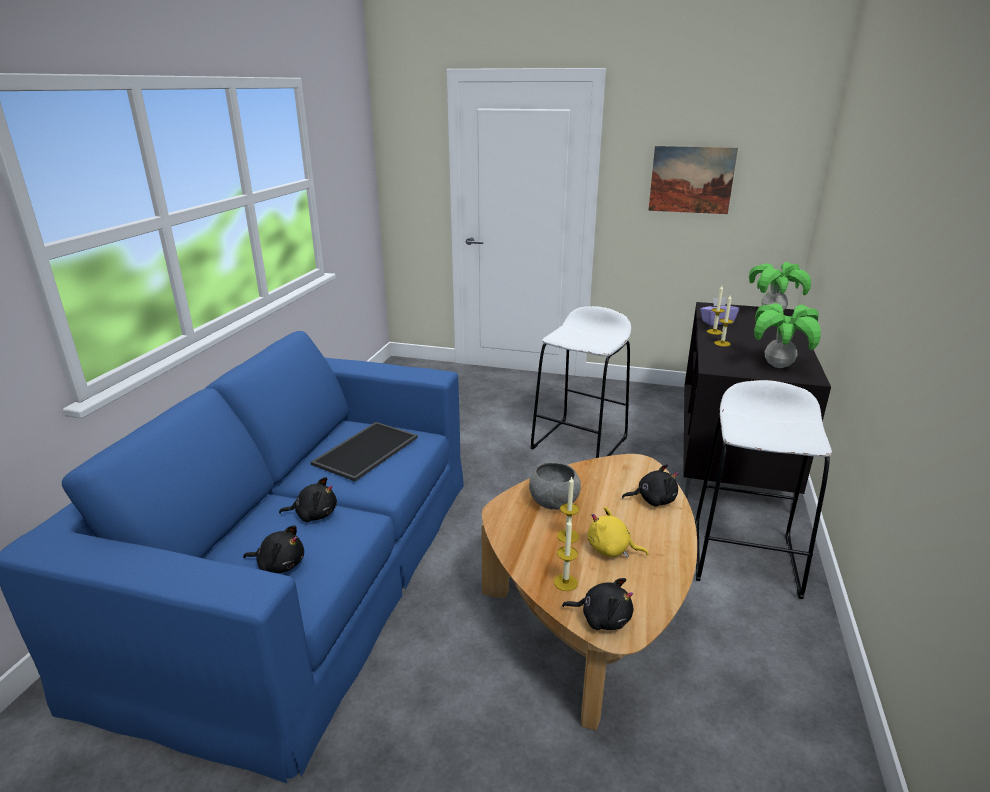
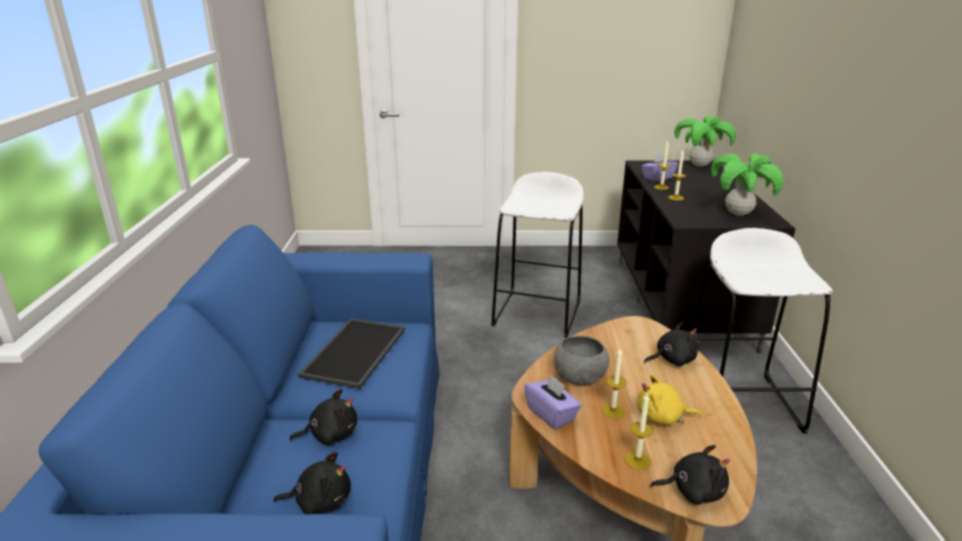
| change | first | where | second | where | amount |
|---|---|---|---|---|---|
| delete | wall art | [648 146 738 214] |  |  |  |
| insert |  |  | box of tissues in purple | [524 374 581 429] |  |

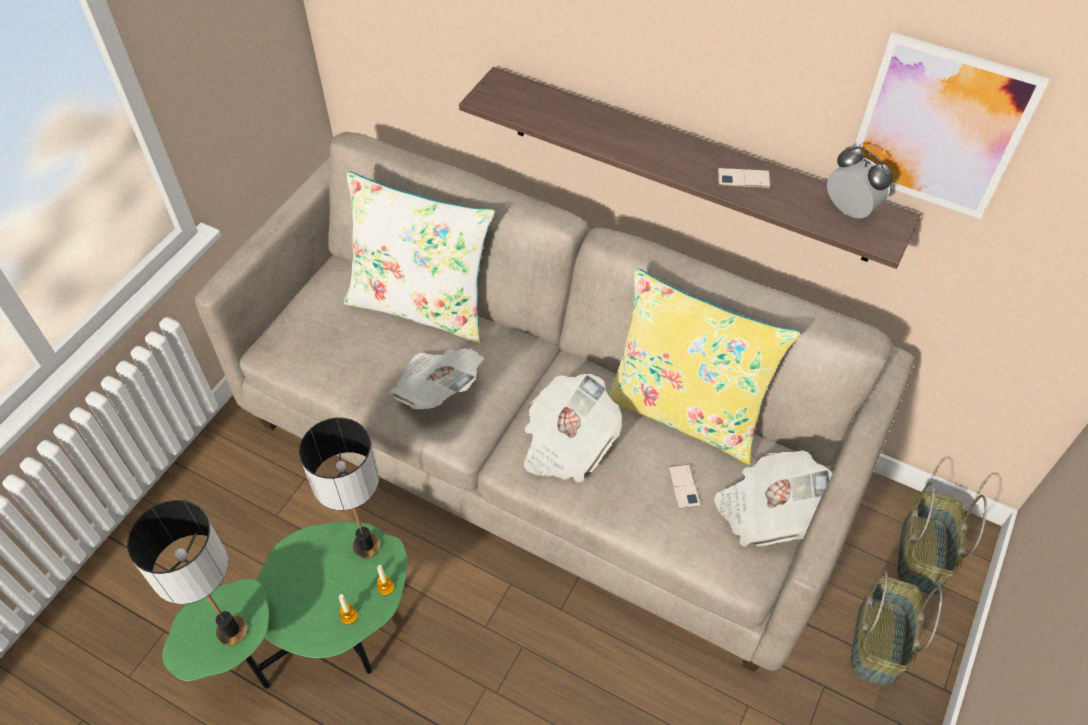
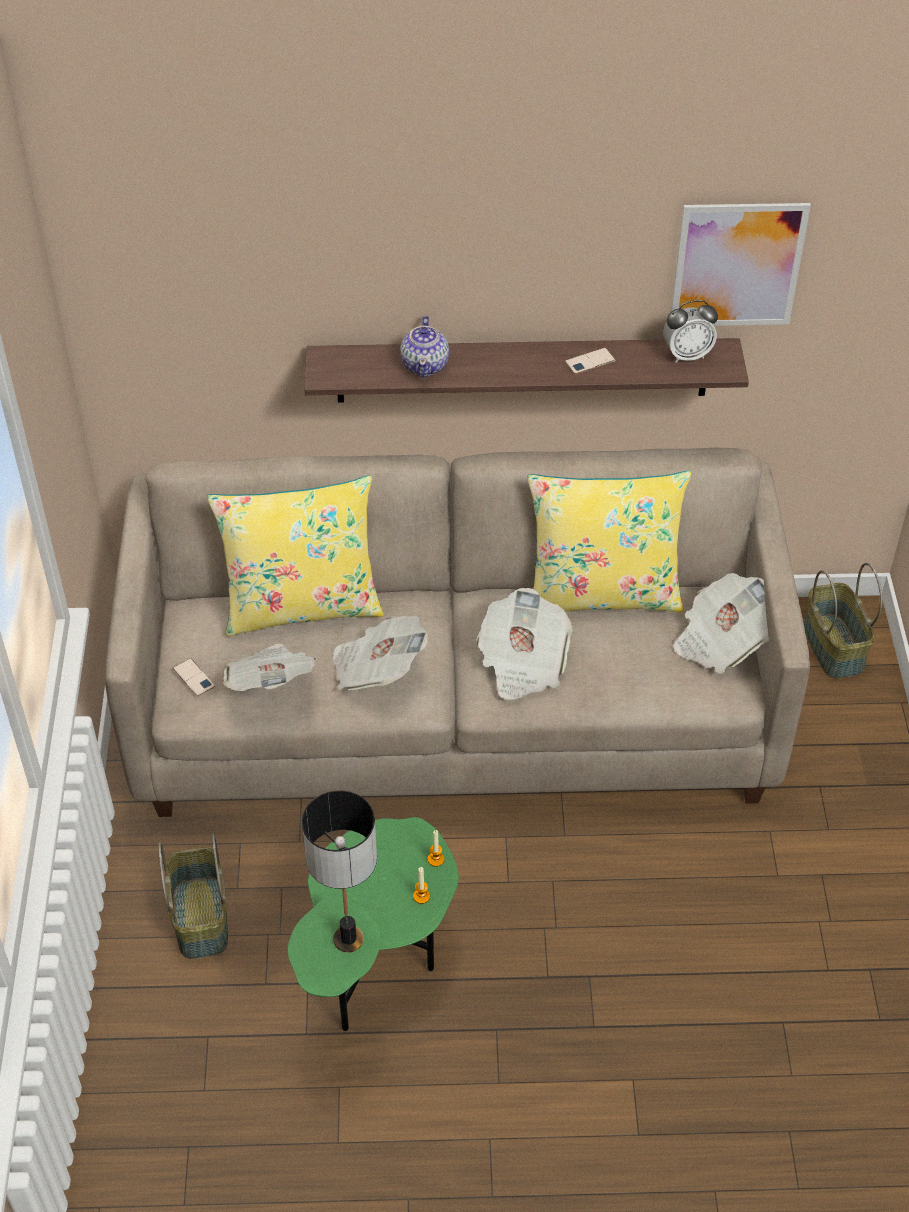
| change | first | where | second | where | amount |
|---|---|---|---|---|---|
| delete | tabletop lamp | [299 418 380 558] |  |  |  |
| recolor | throw pillow in whitish | [344 171 495 344] | throw pillow in yellow-coloured | [207 475 384 636] |  |
| move | telephone | [669 464 700 509] |  | [173 658 215 697] |  |
| rotate | alarm clock | [827 147 893 218] |  | [663 300 718 363] | 150 degrees clockwise |
| move | household basket | [851 570 942 687] |  | [158 834 228 959] |  |
| insert |  |  | printed paper | [223 644 317 691] |  |
| insert |  |  | pot for tea | [400 316 449 378] |  |

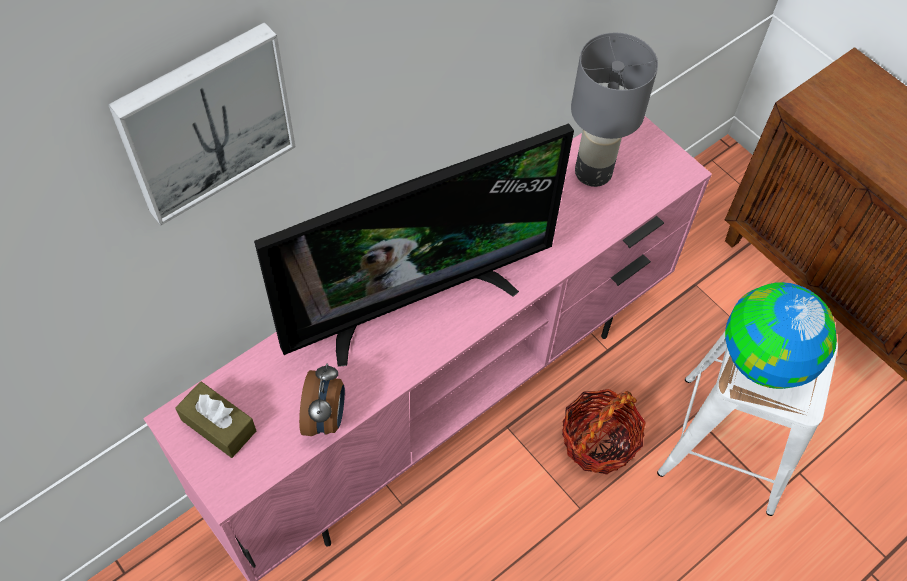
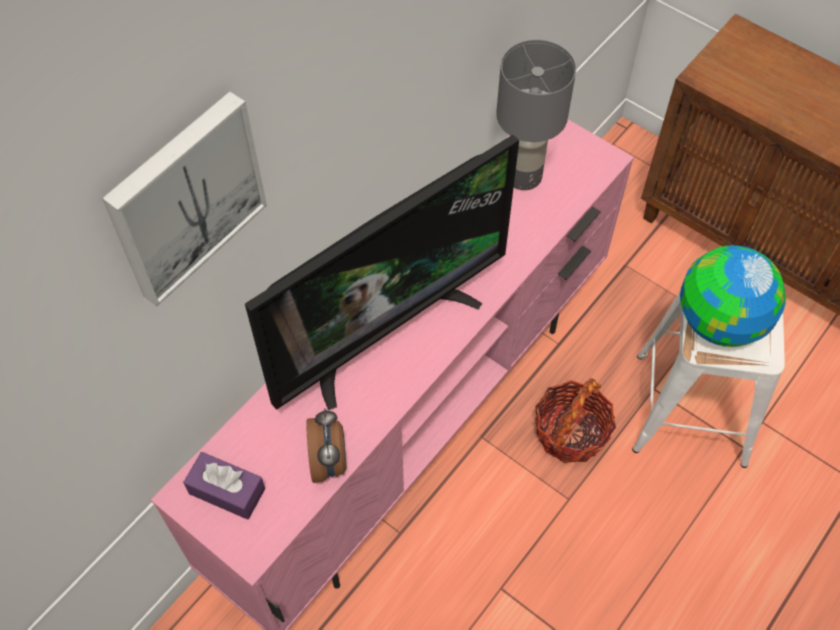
| change | first | where | second | where | amount |
|---|---|---|---|---|---|
| recolor | box of tissues in brown-coloured | [175 381 256 458] | box of tissues in purple | [183 452 265 520] |  |

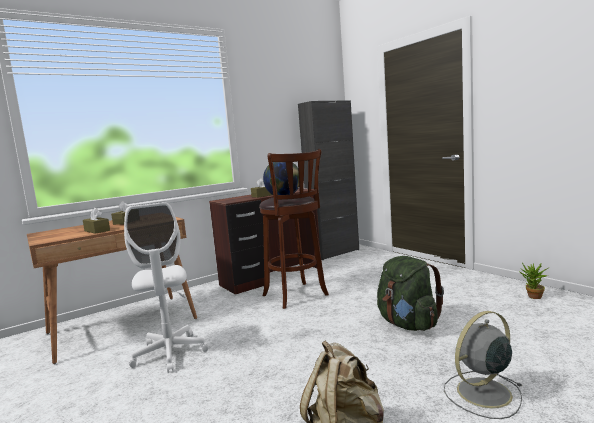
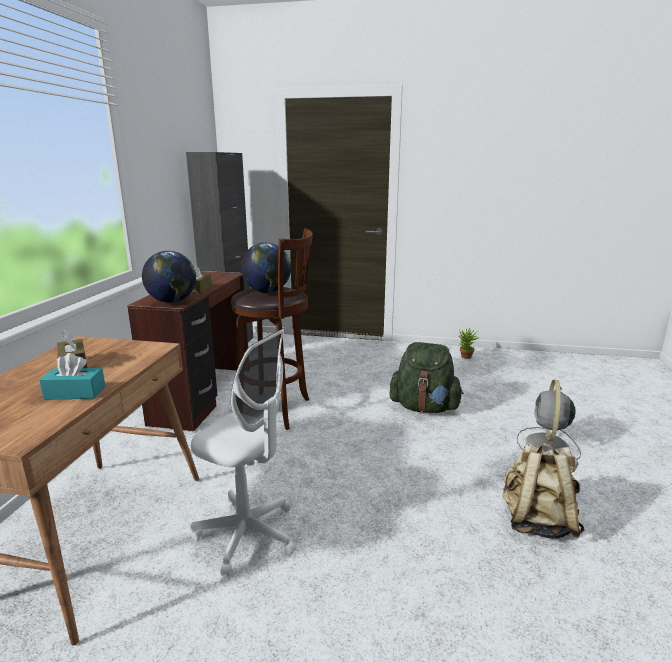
| change | first | where | second | where | amount |
|---|---|---|---|---|---|
| recolor | box of tissues in brown-coloured | [83 208 110 234] | box of tissues in blue-green | [39 353 106 400] |  |
| insert |  |  | desk globe | [142 251 196 303] |  |

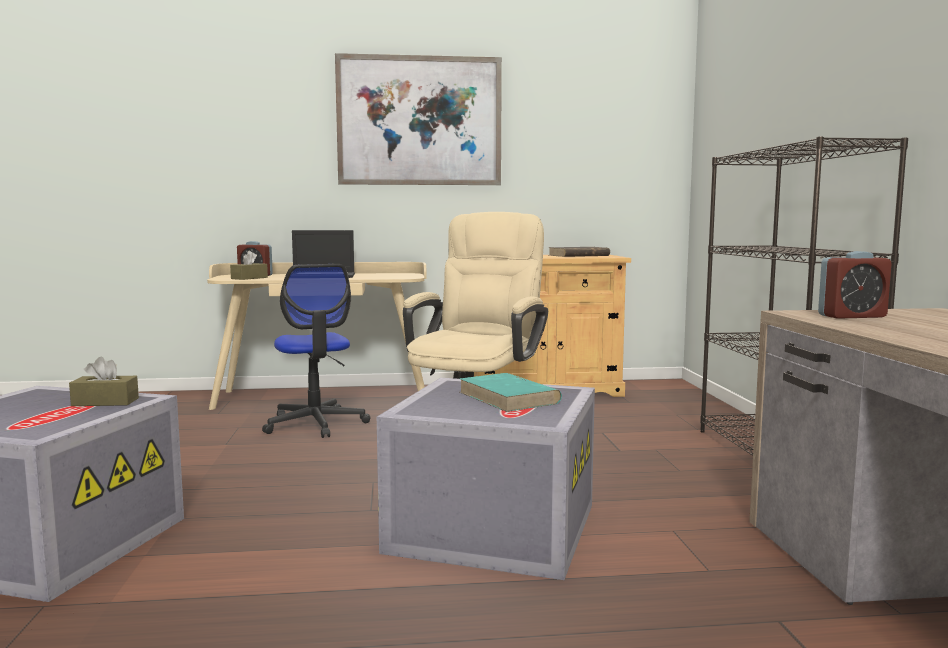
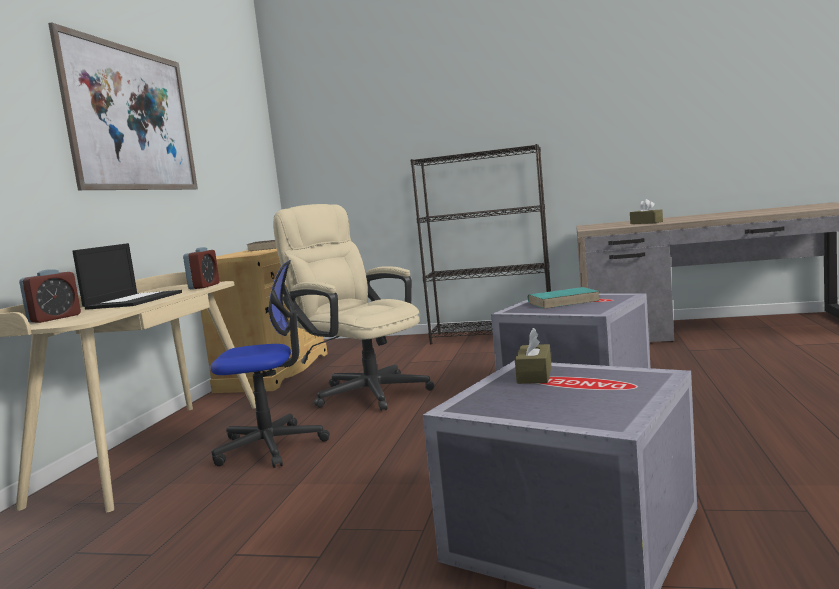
| change | first | where | second | where | amount |
|---|---|---|---|---|---|
| move | box of tissues in brown-coloured | [230 251 268 280] |  | [630 199 663 224] |  |
| move | alarm clock | [818 251 892 319] |  | [183 247 220 289] |  |

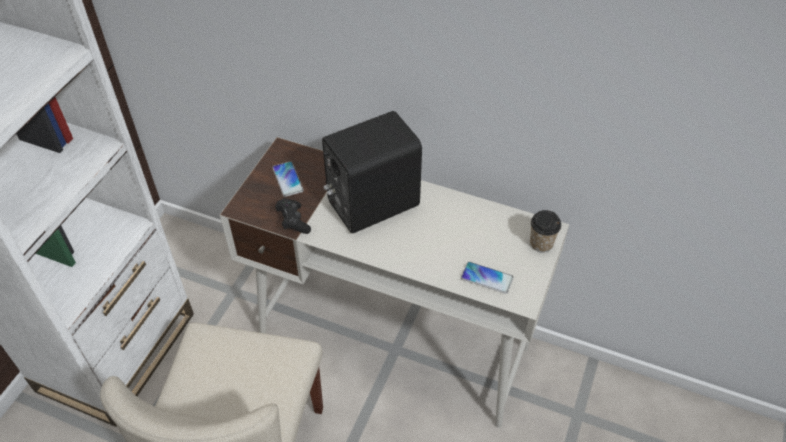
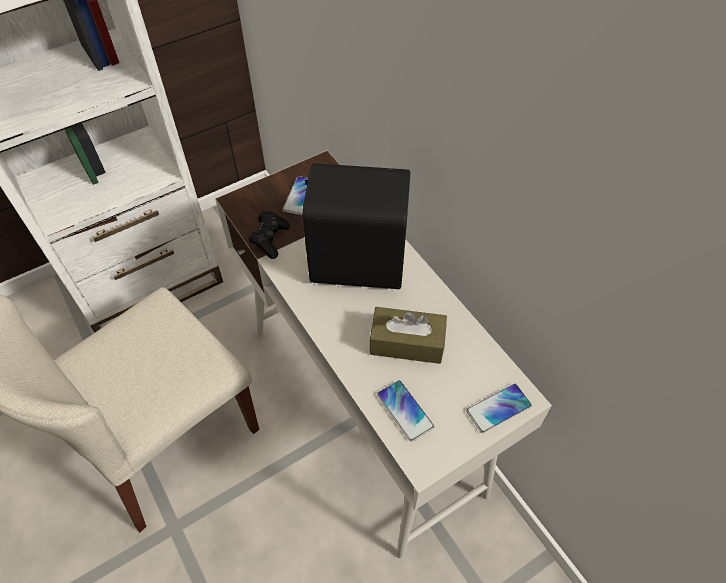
| change | first | where | second | where | amount |
|---|---|---|---|---|---|
| replace | small cup | [530 210 561 253] | telephone | [466 384 532 433] |  |
| insert |  |  | box of tissues in brown-coloured | [370 307 447 364] |  |

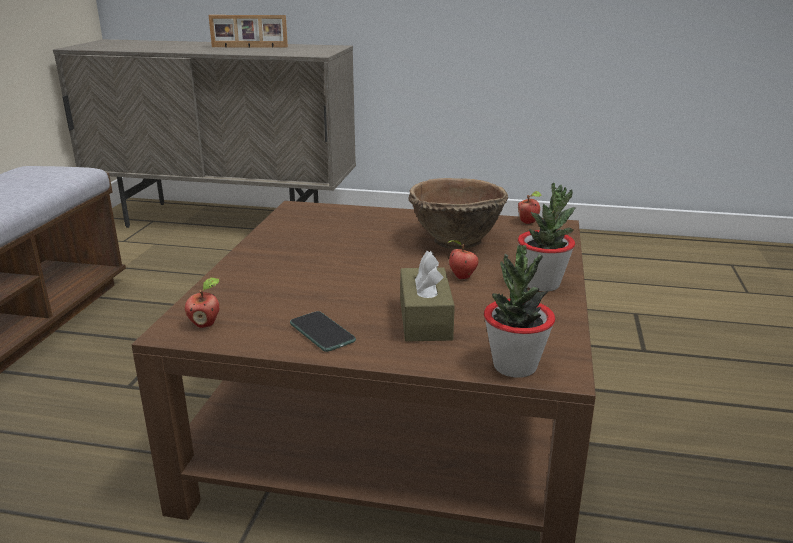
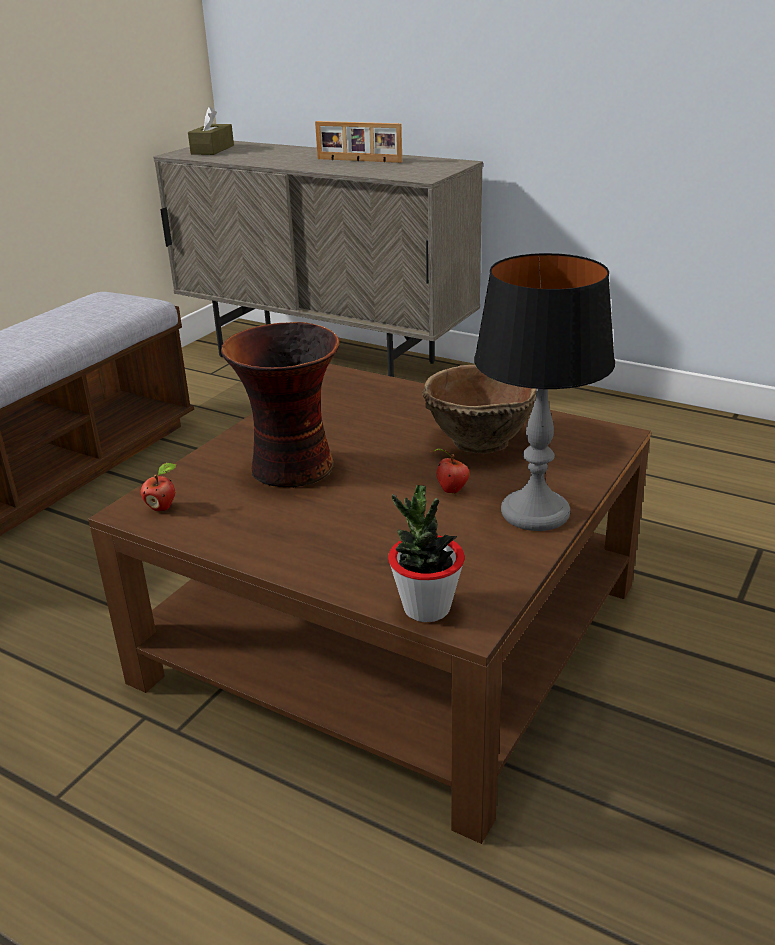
| change | first | where | second | where | amount |
|---|---|---|---|---|---|
| delete | telephone | [290 311 356 352] |  |  |  |
| move | box of tissues in brown-coloured | [400 251 455 342] |  | [188 106 234 155] |  |
| replace | houseplant | [518 183 576 291] | tabletop lamp | [474 253 615 531] |  |
| delete | apple fruit | [518 191 542 224] |  |  |  |
| insert |  |  | vase | [221 322 340 488] |  |

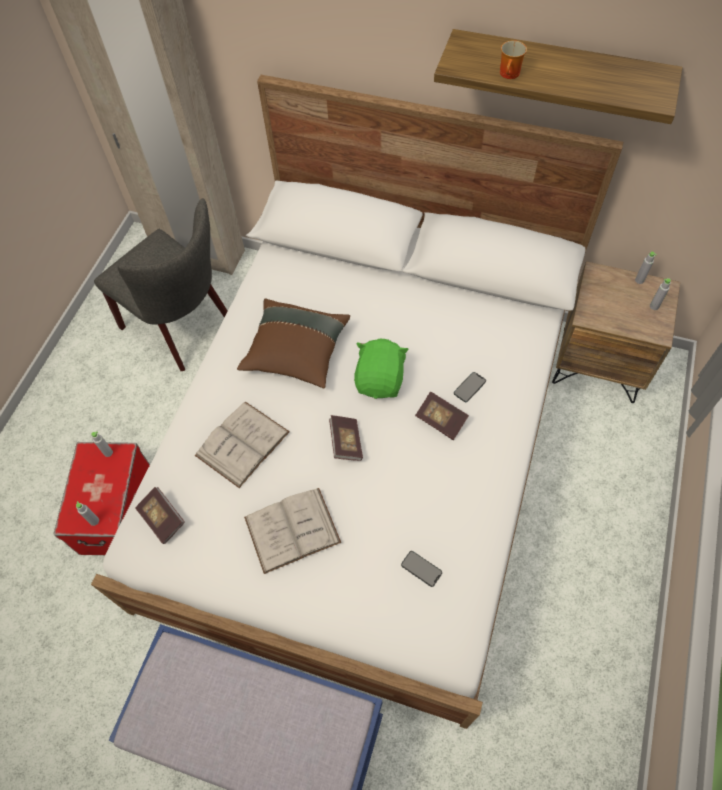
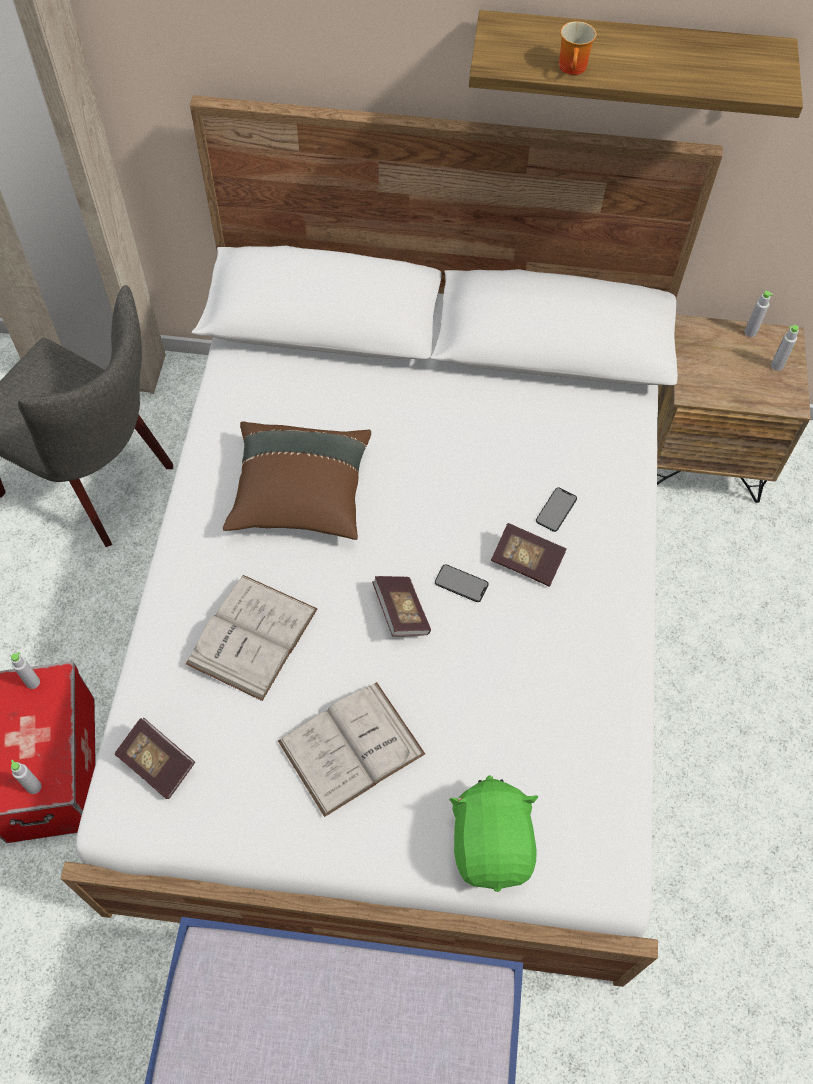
| change | first | where | second | where | amount |
|---|---|---|---|---|---|
| move | plush toy in green-coloured | [354 339 409 399] |  | [449 775 538 892] |  |
| move | telephone | [401 551 442 587] |  | [435 564 489 602] |  |

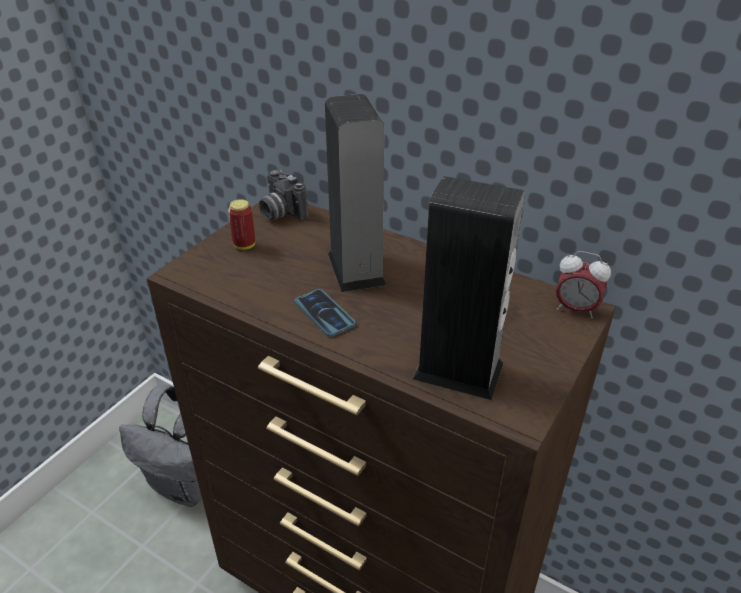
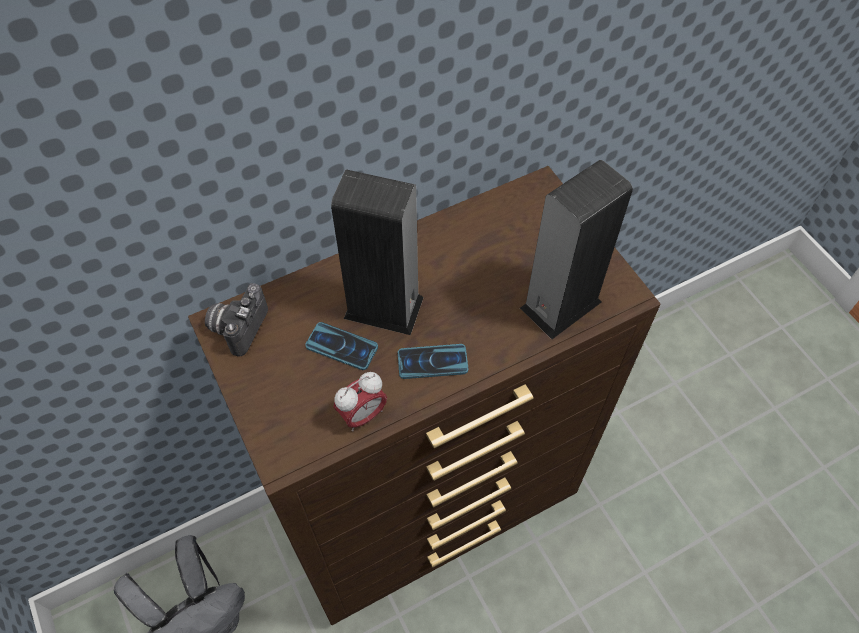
| change | first | where | second | where | amount |
|---|---|---|---|---|---|
| delete | can | [228 199 255 250] |  |  |  |
| rotate | still camera | [259 170 308 220] |  | [205 283 268 357] | 120 degrees clockwise |
| move | alarm clock | [556 251 611 318] |  | [334 372 387 432] |  |
| insert |  |  | telephone | [305 322 378 370] |  |

